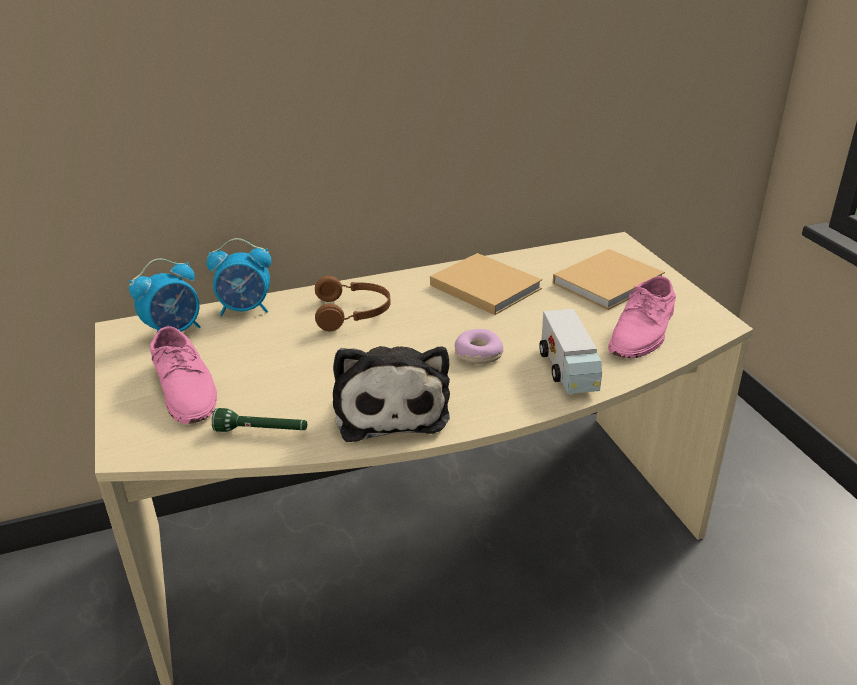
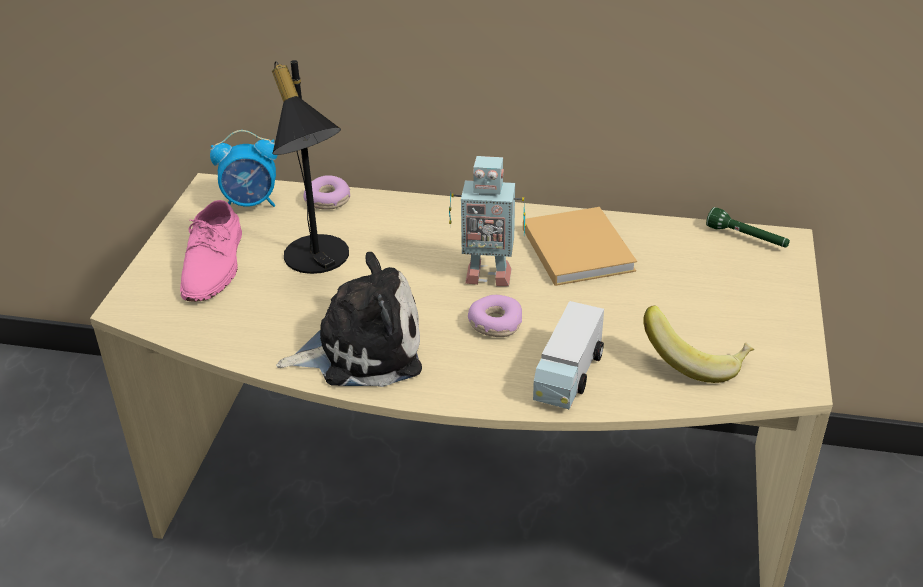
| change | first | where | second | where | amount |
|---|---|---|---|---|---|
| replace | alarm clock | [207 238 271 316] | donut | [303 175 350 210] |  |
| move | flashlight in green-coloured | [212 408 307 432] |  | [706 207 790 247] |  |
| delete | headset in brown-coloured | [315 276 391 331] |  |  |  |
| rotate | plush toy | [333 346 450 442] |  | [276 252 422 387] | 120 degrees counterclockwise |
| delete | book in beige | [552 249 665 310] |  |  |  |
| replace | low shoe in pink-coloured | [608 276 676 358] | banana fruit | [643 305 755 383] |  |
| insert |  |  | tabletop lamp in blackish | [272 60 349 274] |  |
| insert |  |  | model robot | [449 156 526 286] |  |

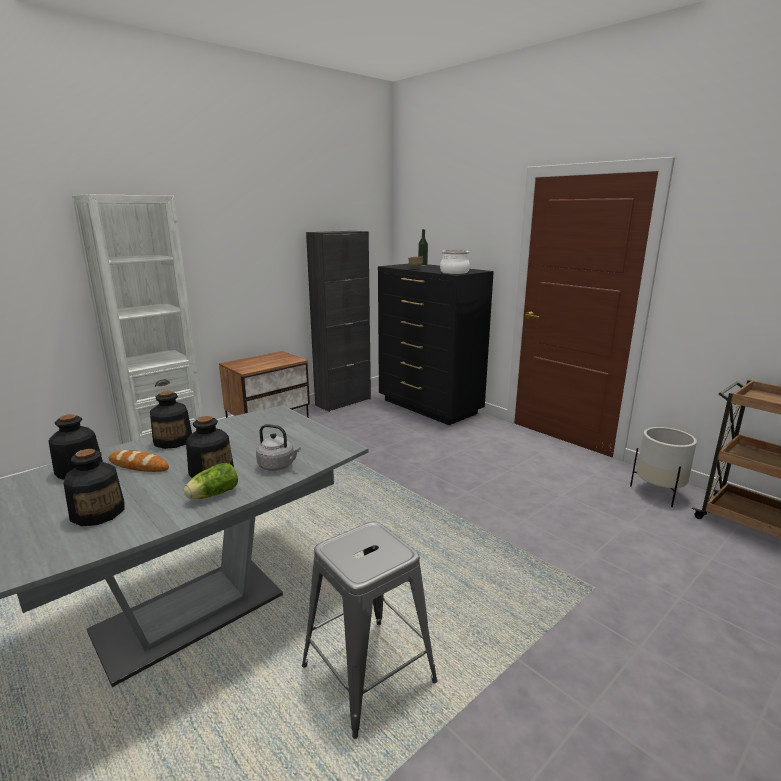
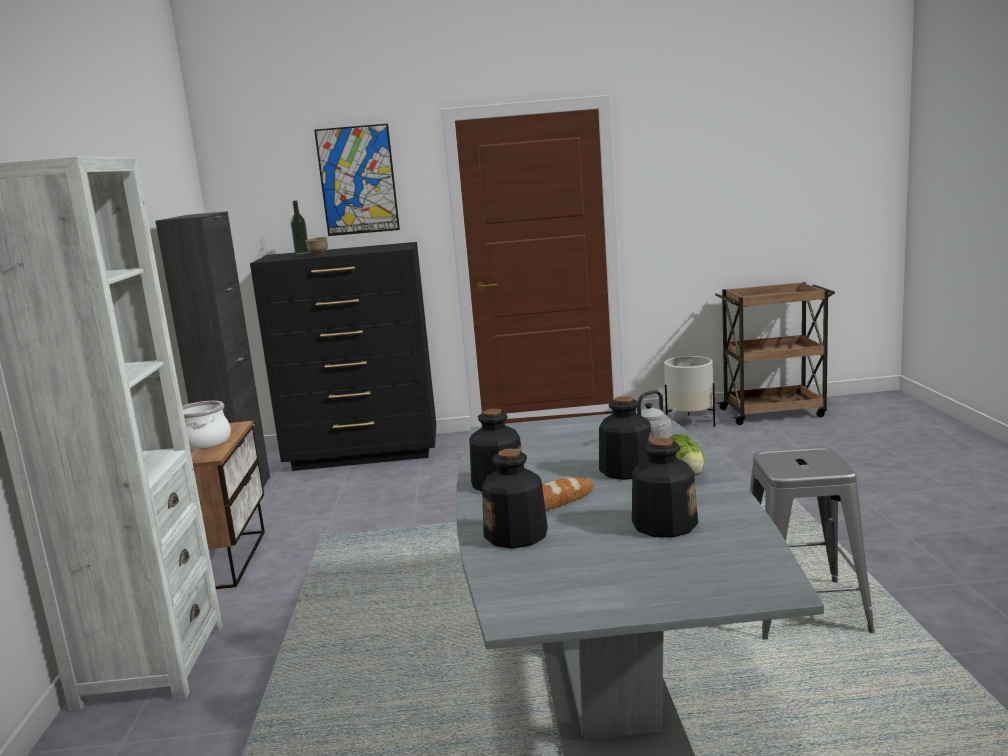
| change | first | where | second | where | amount |
|---|---|---|---|---|---|
| move | stockpot | [440 250 470 274] |  | [182 401 231 449] |  |
| insert |  |  | wall art | [314 124 400 236] |  |

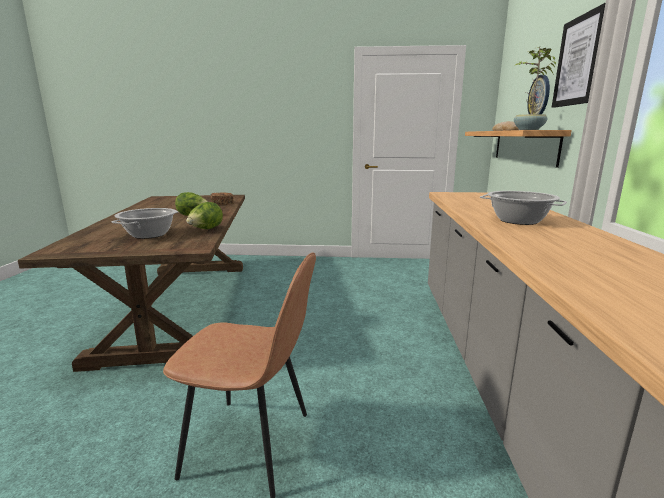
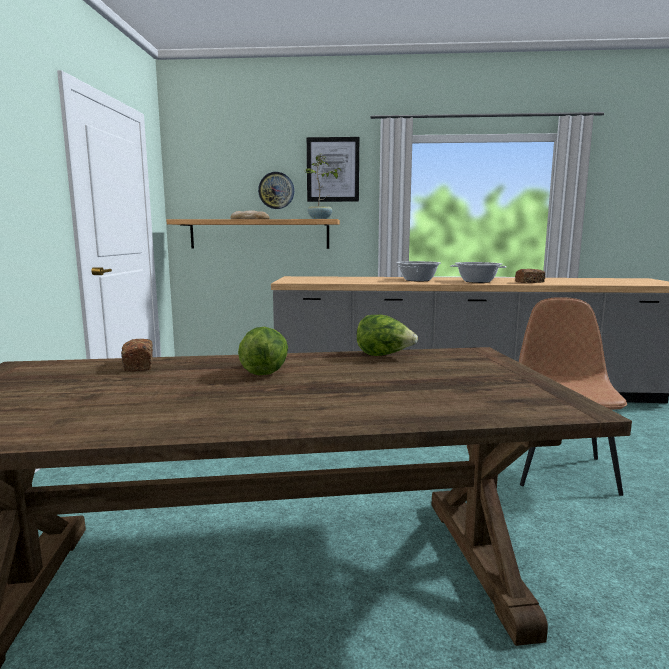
| change | first | where | second | where | amount |
|---|---|---|---|---|---|
| move | stockpot | [112 208 178 239] |  | [450 262 507 283] |  |
| insert |  |  | baked bread | [515 269 545 283] |  |

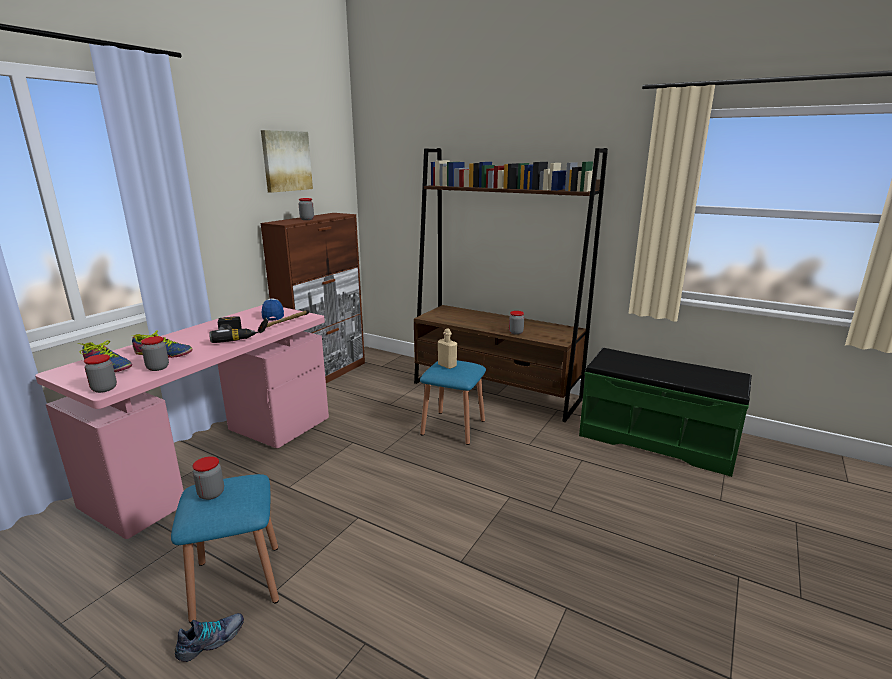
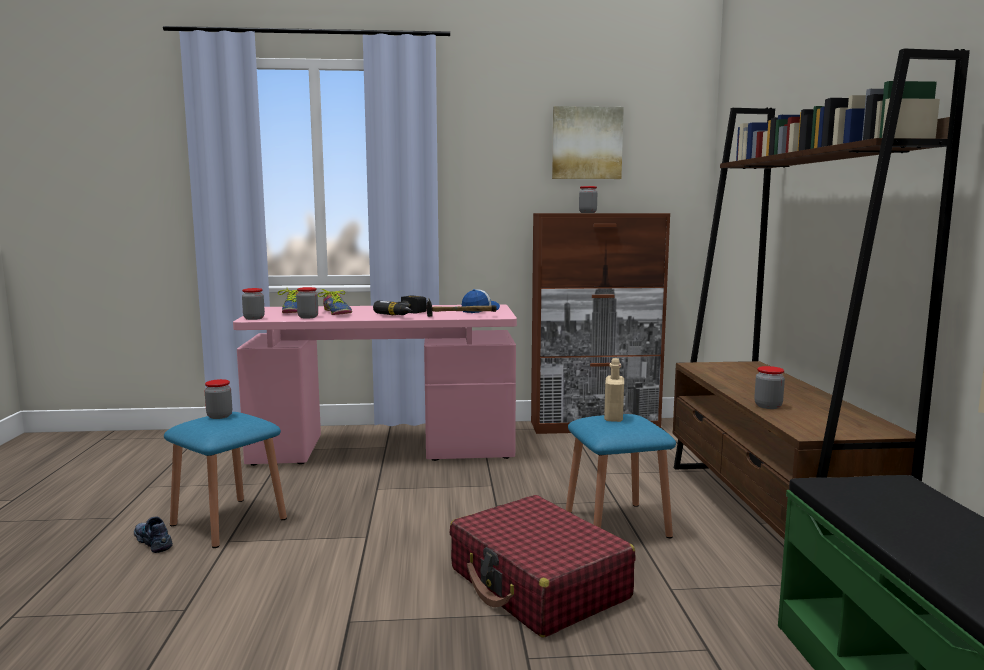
| change | first | where | second | where | amount |
|---|---|---|---|---|---|
| rotate | low shoe | [175 613 244 662] |  | [134 516 173 553] | 150 degrees counterclockwise |
| insert |  |  | suitcase in red-coloured | [450 495 636 638] |  |

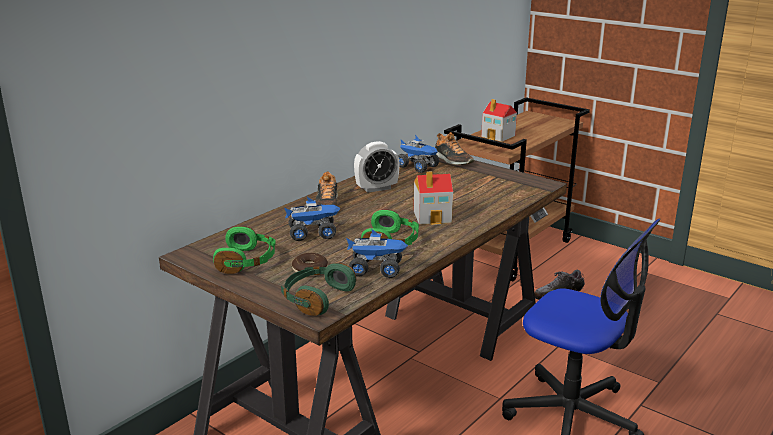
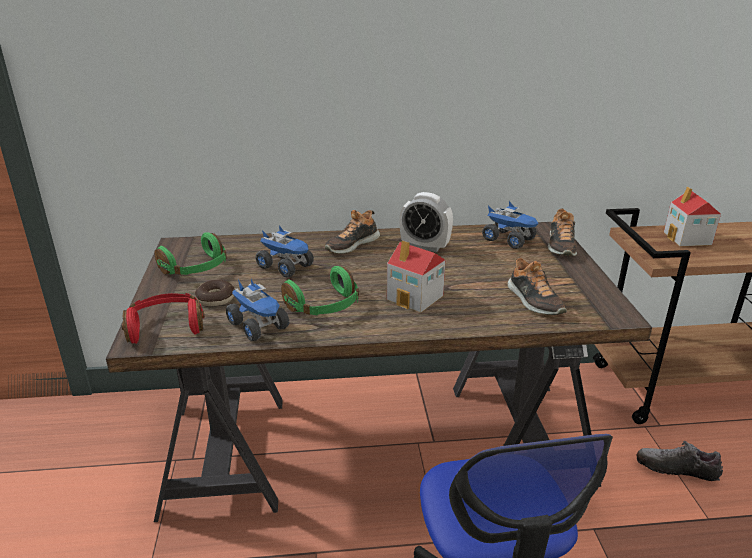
| change | first | where | second | where | amount |
|---|---|---|---|---|---|
| recolor | headset in green-coloured | [281 263 356 316] | headset in red-coloured | [121 293 205 344] |  |
| rotate | model truck | [398 134 439 173] |  | [482 201 539 249] | 45 degrees counterclockwise |
| insert |  |  | low shoe | [507 257 567 315] |  |

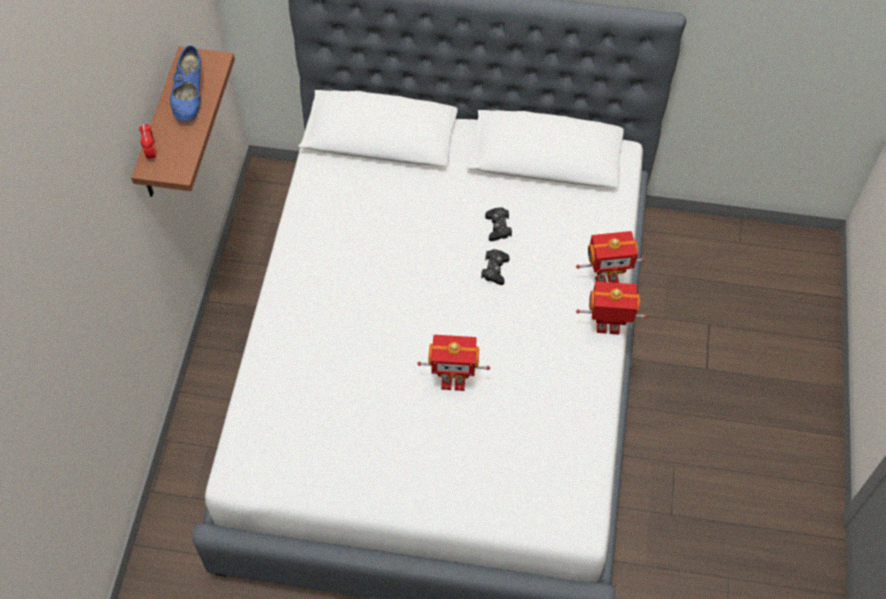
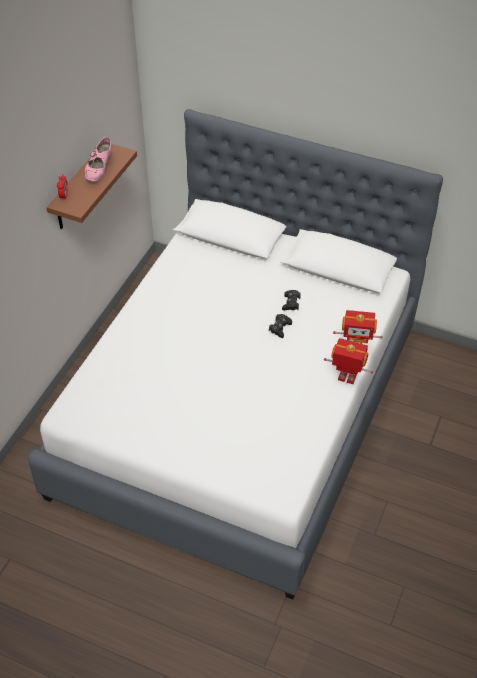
| change | first | where | second | where | amount |
|---|---|---|---|---|---|
| recolor | low shoe in blue-coloured | [170 45 201 122] | low shoe in pink-coloured | [85 137 112 182] |  |
| delete | model robot | [417 335 490 391] |  |  |  |

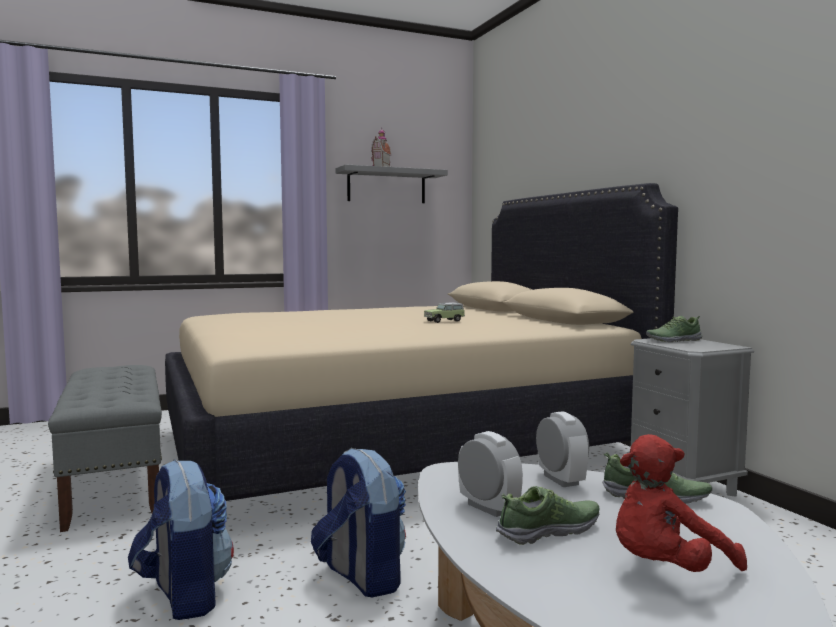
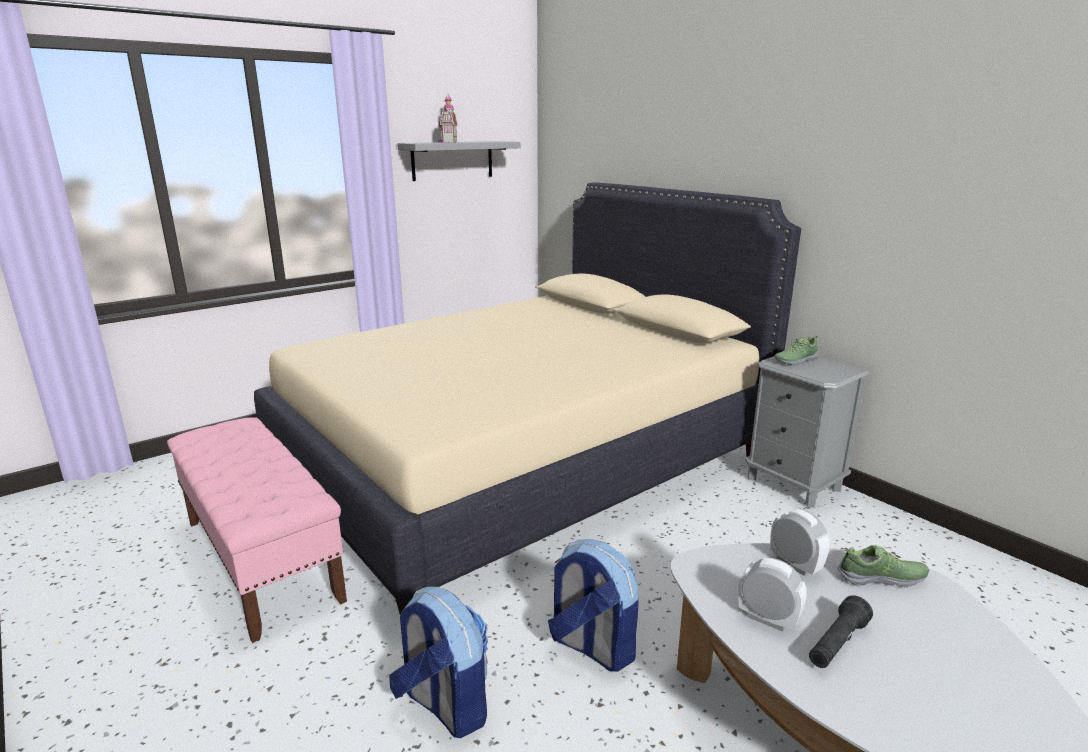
| change | first | where | second | where | amount |
|---|---|---|---|---|---|
| recolor | long seat in gray | [48 365 162 532] | long seat in pink-coloured | [167 417 347 643] |  |
| delete | toy car | [424 302 465 323] |  |  |  |
| replace | low shoe | [496 486 599 545] | flashlight in blackish | [809 595 873 668] |  |
| delete | plush toy in red-coloured | [616 434 747 572] |  |  |  |

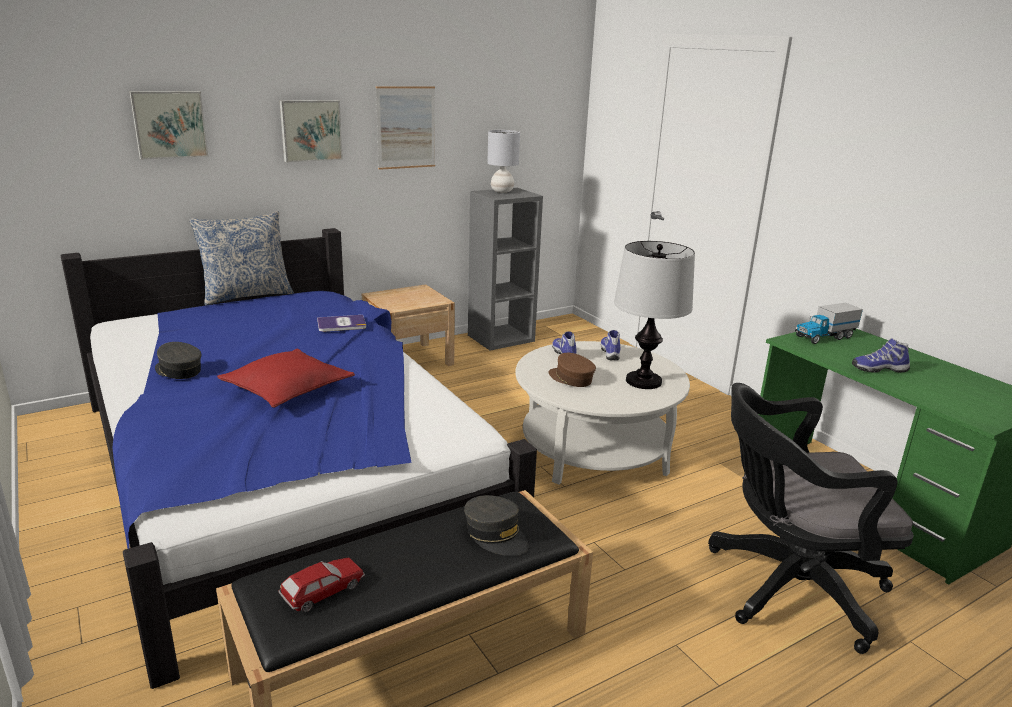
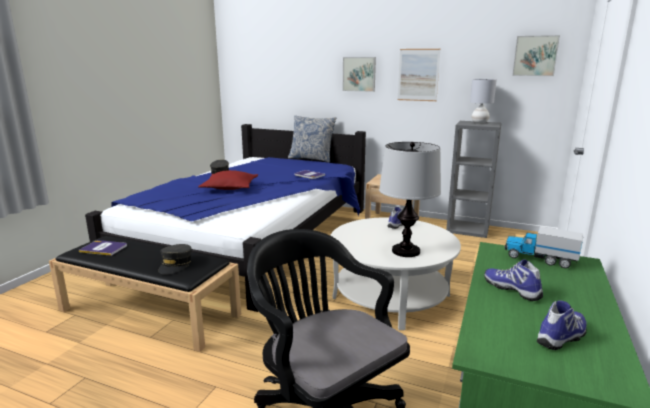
| change | first | where | second | where | amount |
|---|---|---|---|---|---|
| move | wall art | [129 91 209 160] |  | [512 35 560 76] |  |
| replace | toy car | [278 557 365 613] | book | [79 240 127 256] |  |
| delete | cap in brown-coloured | [548 353 596 387] |  |  |  |
| move | low shoe | [601 330 620 360] |  | [537 301 587 350] |  |

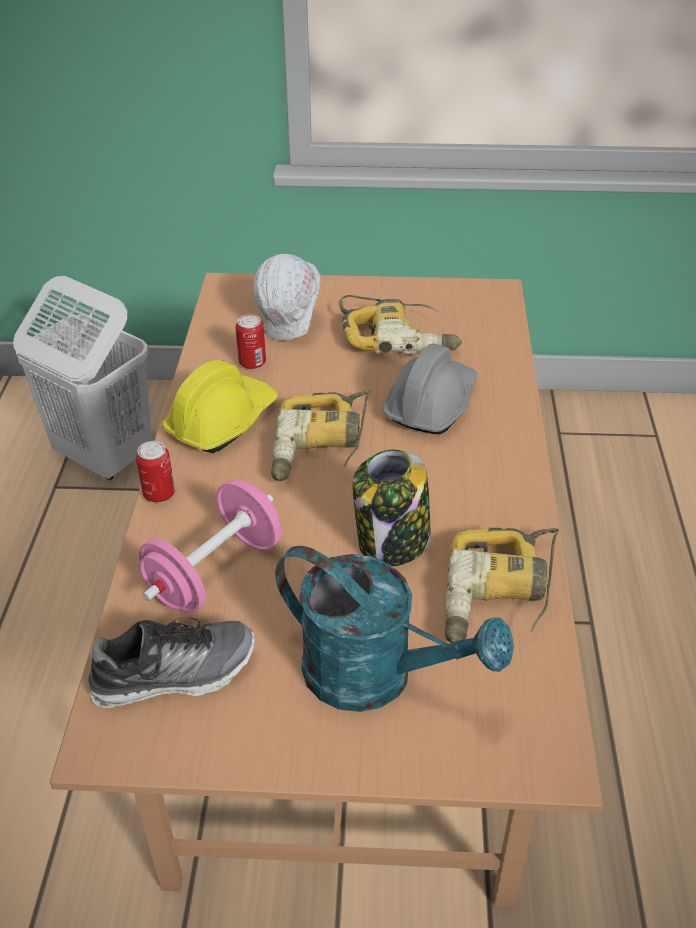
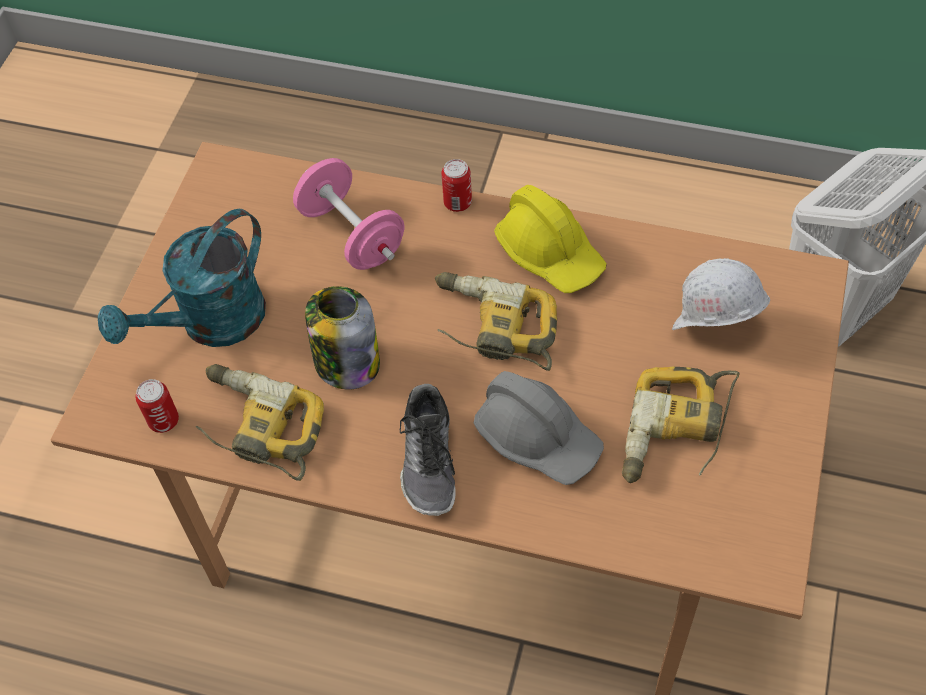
| change | first | where | second | where | amount |
|---|---|---|---|---|---|
| move | low shoe | [88 618 255 708] |  | [400 384 456 516] |  |
| move | can | [235 314 266 370] |  | [136 379 179 433] |  |

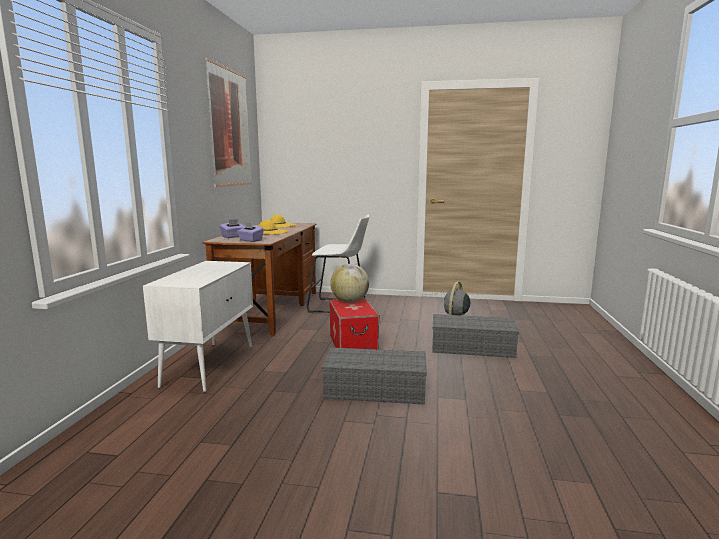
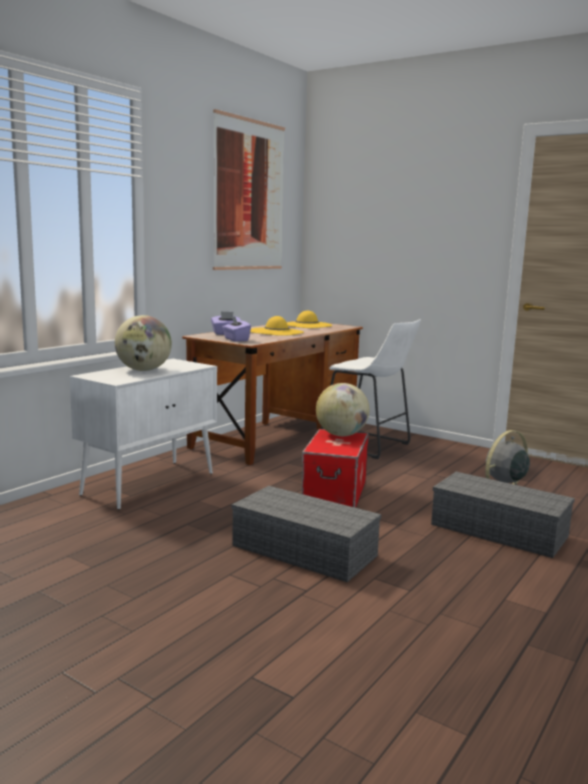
| change | first | where | second | where | amount |
|---|---|---|---|---|---|
| insert |  |  | desk globe | [115 315 172 371] |  |

